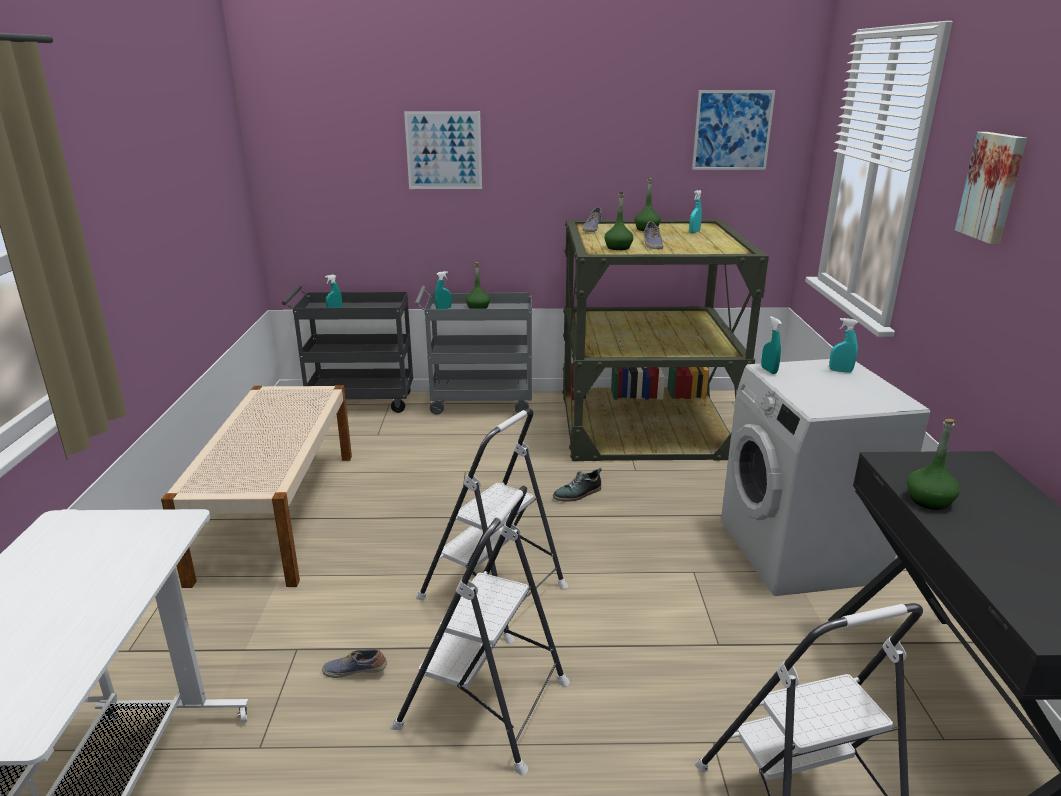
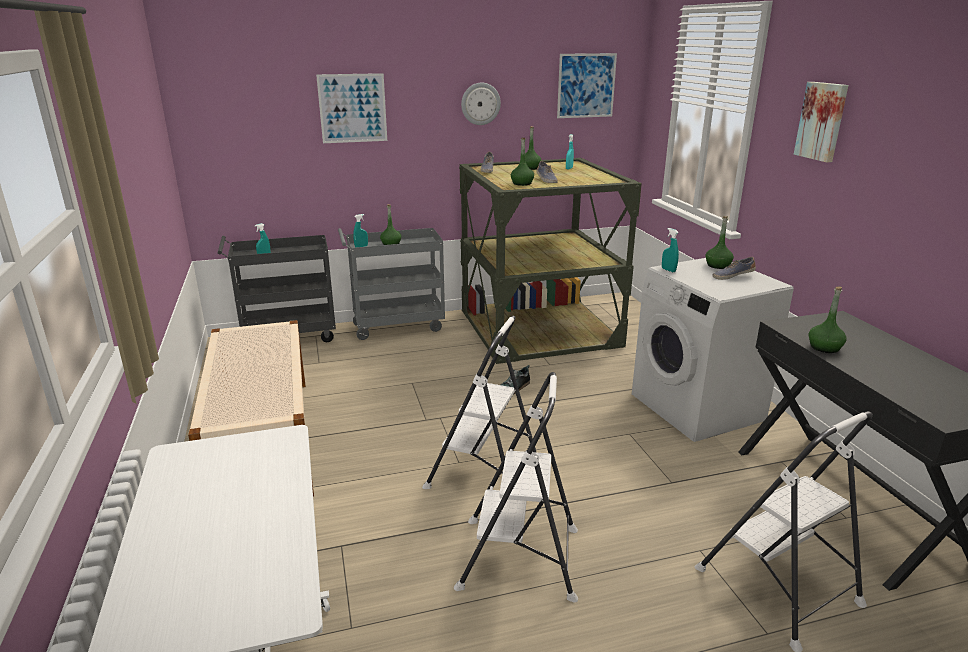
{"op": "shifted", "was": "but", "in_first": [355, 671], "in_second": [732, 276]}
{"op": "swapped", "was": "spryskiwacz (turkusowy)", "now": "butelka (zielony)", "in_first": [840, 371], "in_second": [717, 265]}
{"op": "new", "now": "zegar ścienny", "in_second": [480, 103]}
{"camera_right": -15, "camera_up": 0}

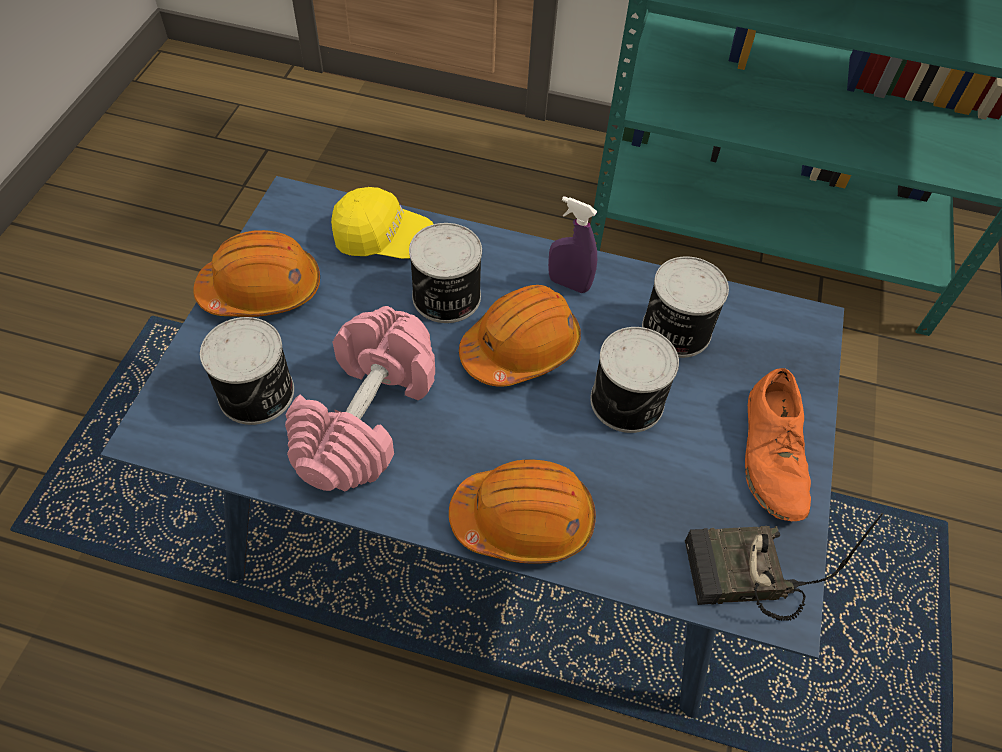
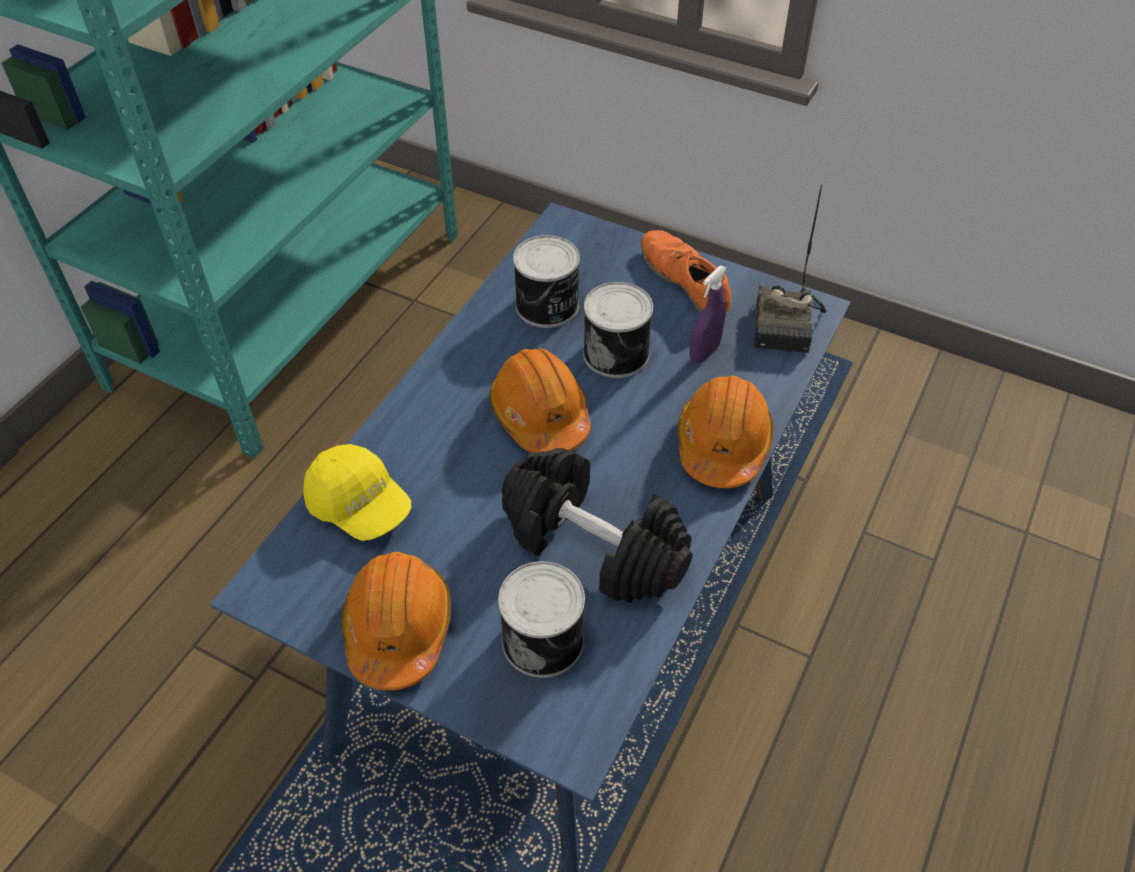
{"op": "repainted", "was": "hantel (różowy)", "now": "hantel (czarny)", "in_first": [365, 416], "in_second": [592, 546]}
{"op": "rotated", "was": "czapka z daszkiem (żółty)", "in_first": [383, 239], "in_second": [360, 506], "clockwise": 105}
{"op": "gone", "was": "puszka", "in_first": [446, 298]}
{"op": "shifted", "was": "spryskiwacz (fioletowy)", "in_first": [568, 284], "in_second": [704, 353]}
{"op": "rotated", "was": "but (pomarańczowy)", "in_first": [773, 455], "in_second": [685, 279], "clockwise": -135}
{"camera_right": -75, "camera_up": -5}

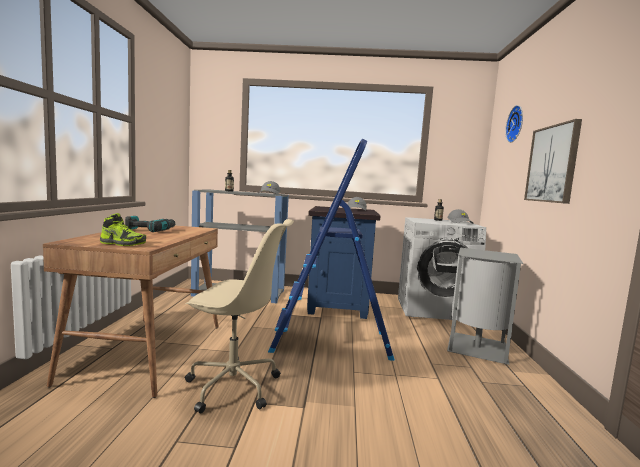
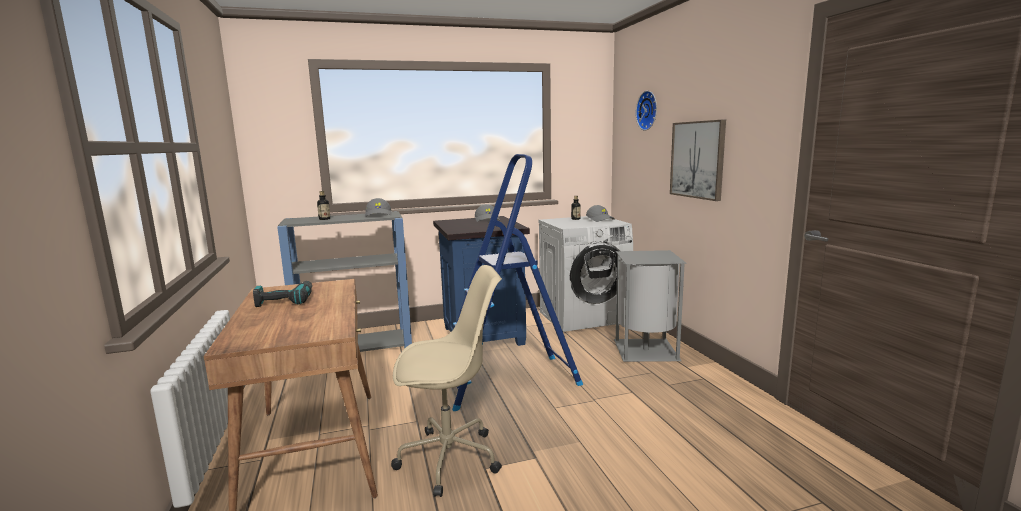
{"op": "gone", "was": "but", "in_first": [123, 244]}
{"camera_right": -20, "camera_up": 5}

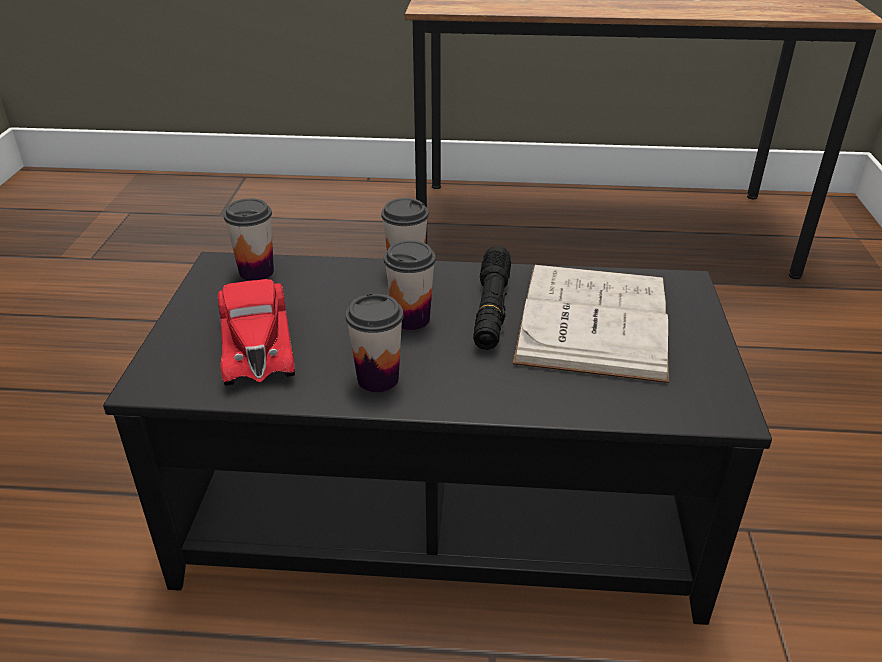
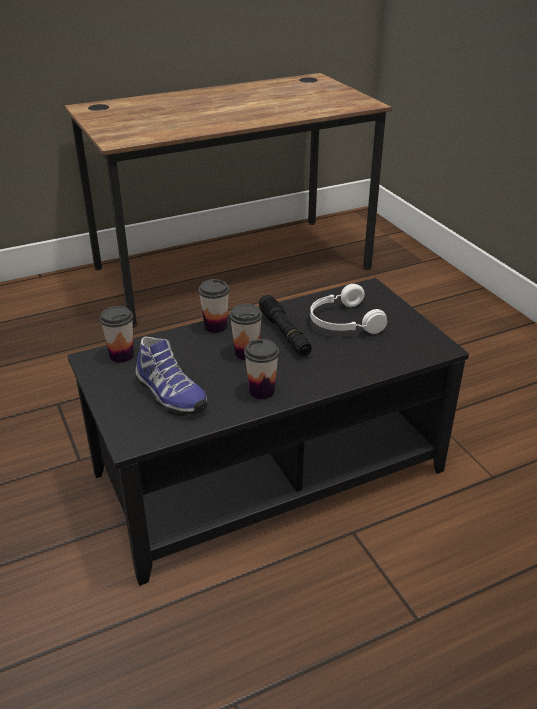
{"op": "swapped", "was": "samochodzik (czerwony)", "now": "but", "in_first": [256, 340], "in_second": [168, 395]}
{"op": "swapped", "was": "książka (biały)", "now": "słuchawki (biały)", "in_first": [593, 320], "in_second": [343, 322]}
{"camera_right": -30, "camera_up": 0}

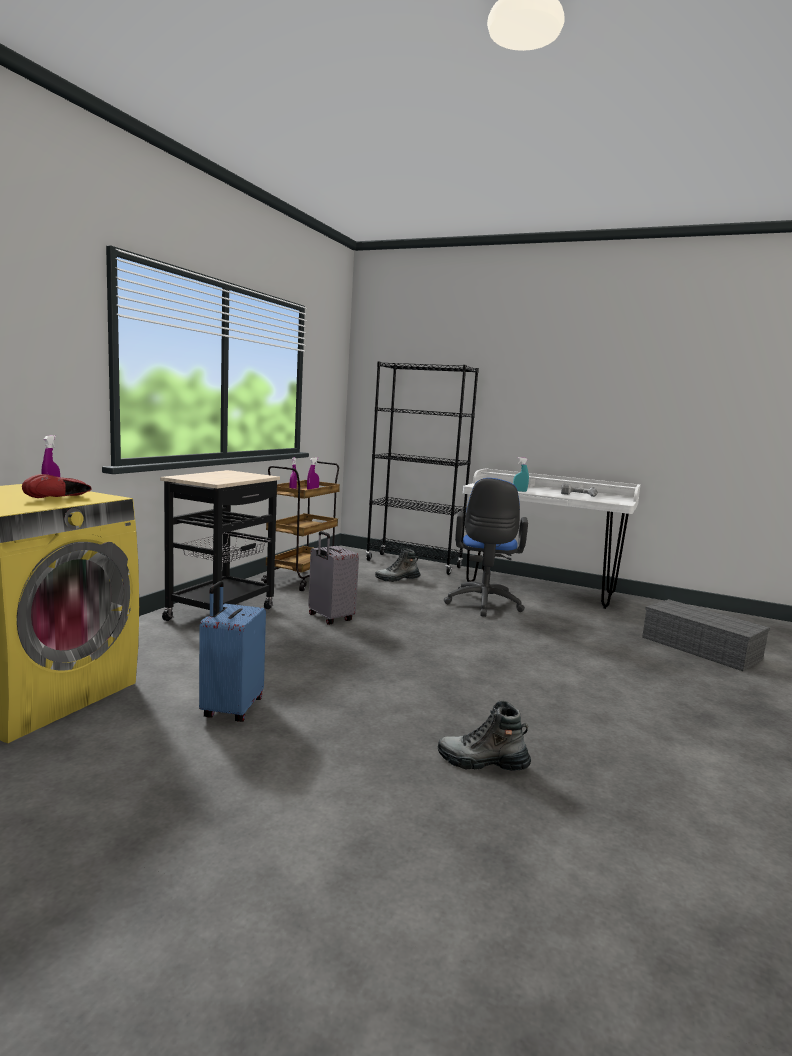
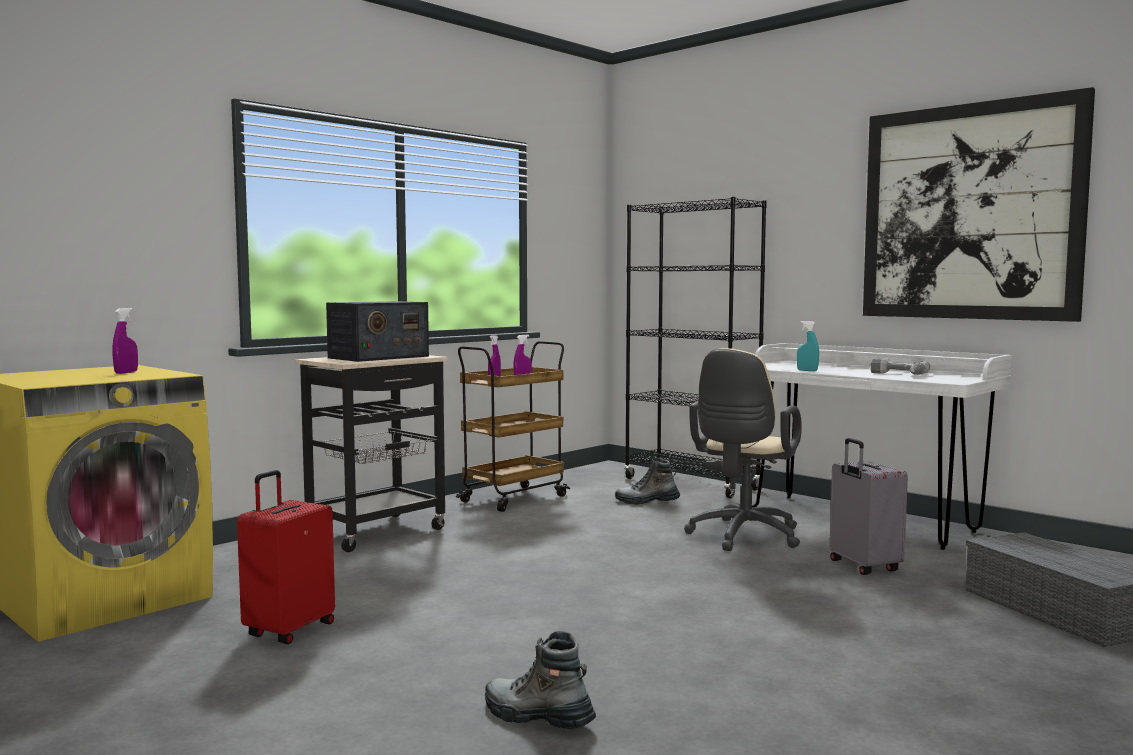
{"op": "gone", "was": "but (czerwony)", "in_first": [60, 499]}
{"op": "repainted", "was": "walizka (niebieski)", "now": "walizka (czerwony)", "in_first": [231, 709], "in_second": [288, 630]}
{"op": "shifted", "was": "walizka (szary)", "in_first": [329, 618], "in_second": [863, 566]}
{"op": "repainted", "was": "krzesło biurowe (niebieski)", "now": "krzesło biurowe (beżowy)", "in_first": [483, 605], "in_second": [742, 537]}
{"op": "new", "now": "radio", "in_second": [378, 357]}
{"op": "new", "now": "obraz", "in_second": [970, 212]}
{"camera_right": 20, "camera_up": -5}

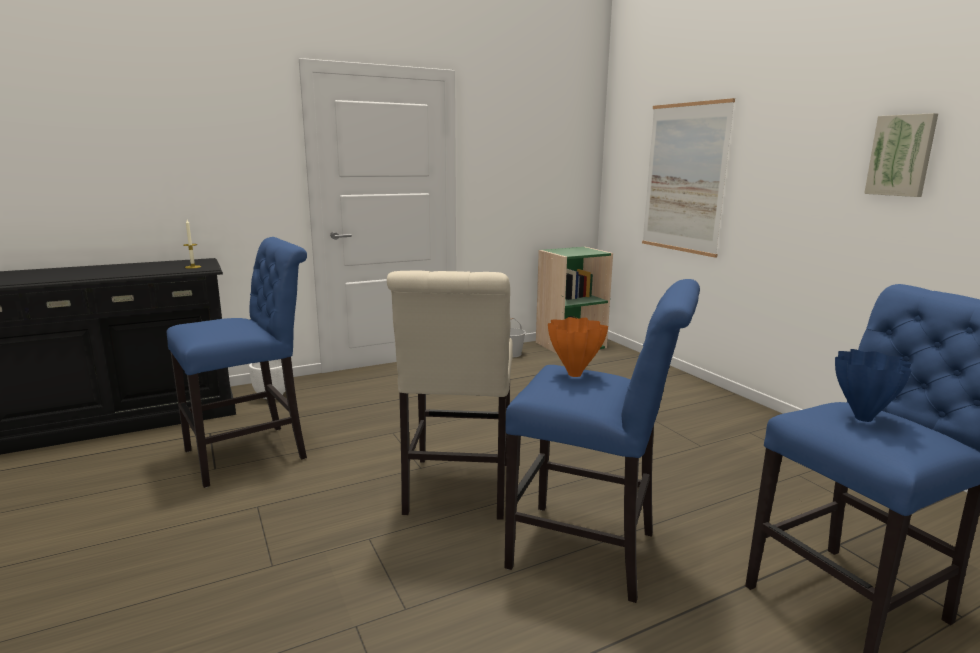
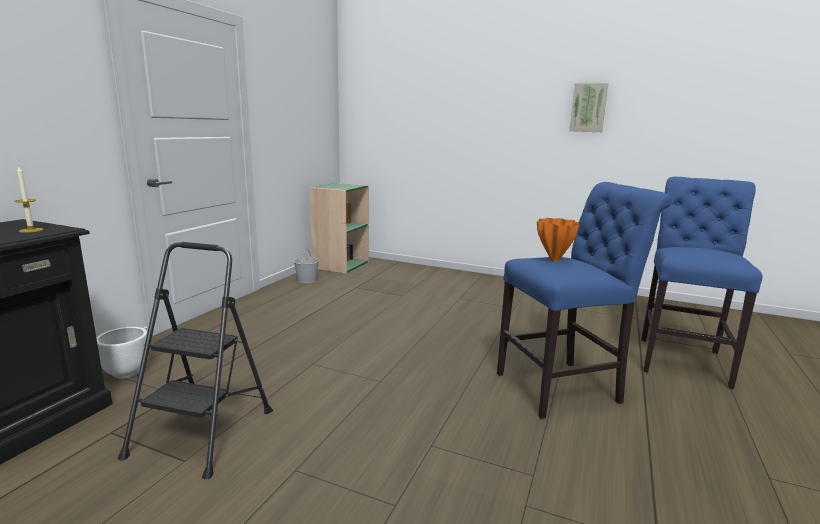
{"op": "swapped", "was": "stołek (niebieski)", "now": "drabinka (czarny)", "in_first": [253, 453], "in_second": [205, 430]}
{"op": "gone", "was": "stołek (beżowy)", "in_first": [456, 492]}
{"op": "gone", "was": "obraz", "in_first": [684, 178]}
{"op": "gone", "was": "wazon (niebieski)", "in_first": [862, 418]}
{"camera_right": -40, "camera_up": 0}

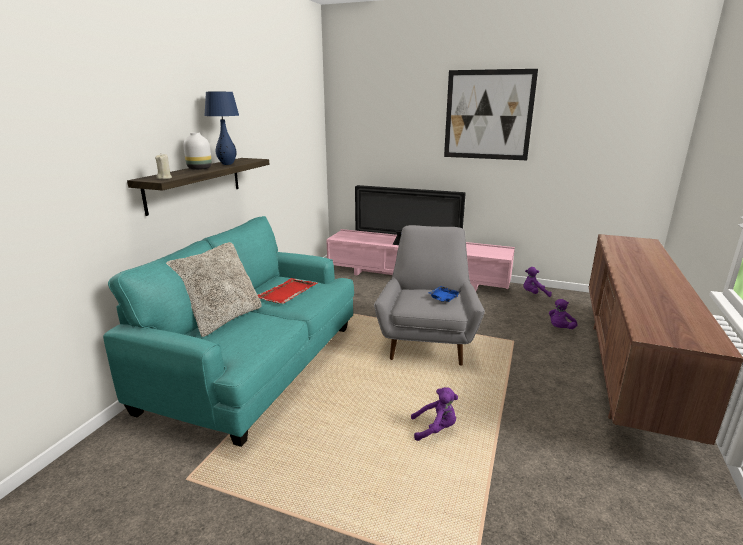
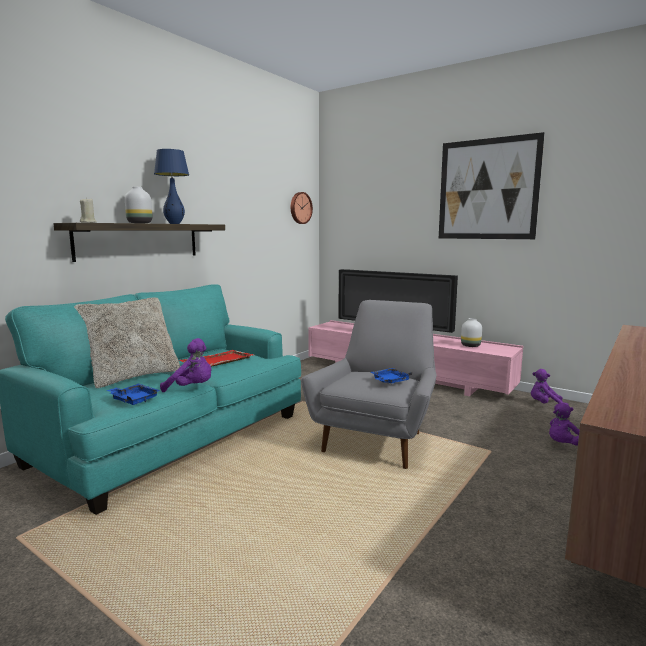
{"op": "shifted", "was": "pluszak (fioletowy)", "in_first": [435, 429], "in_second": [192, 388]}
{"op": "new", "now": "taca (niebieski)", "in_second": [134, 399]}
{"op": "new", "now": "zegar ścienny", "in_second": [300, 208]}
{"op": "new", "now": "wazon (biały)", "in_second": [470, 346]}
{"camera_right": 15, "camera_up": -10}

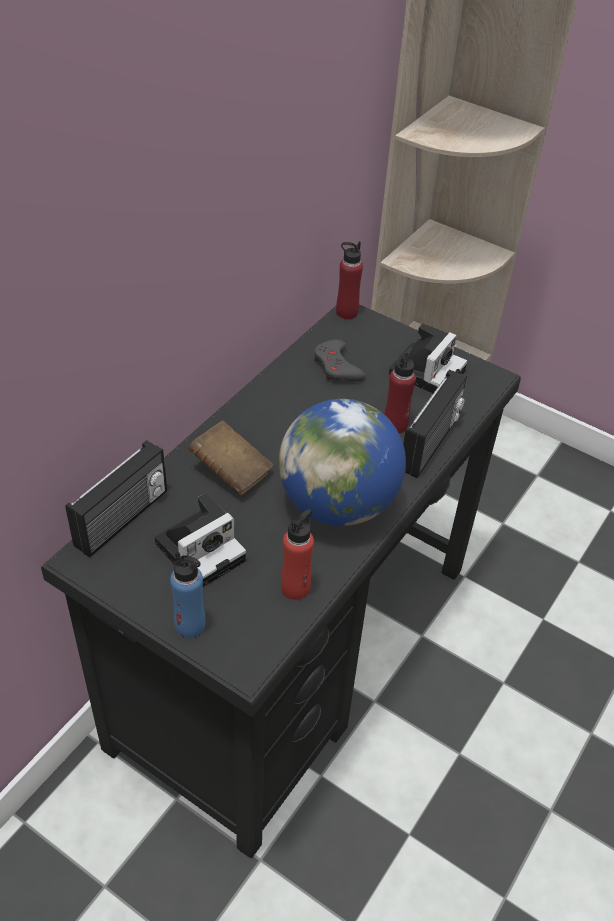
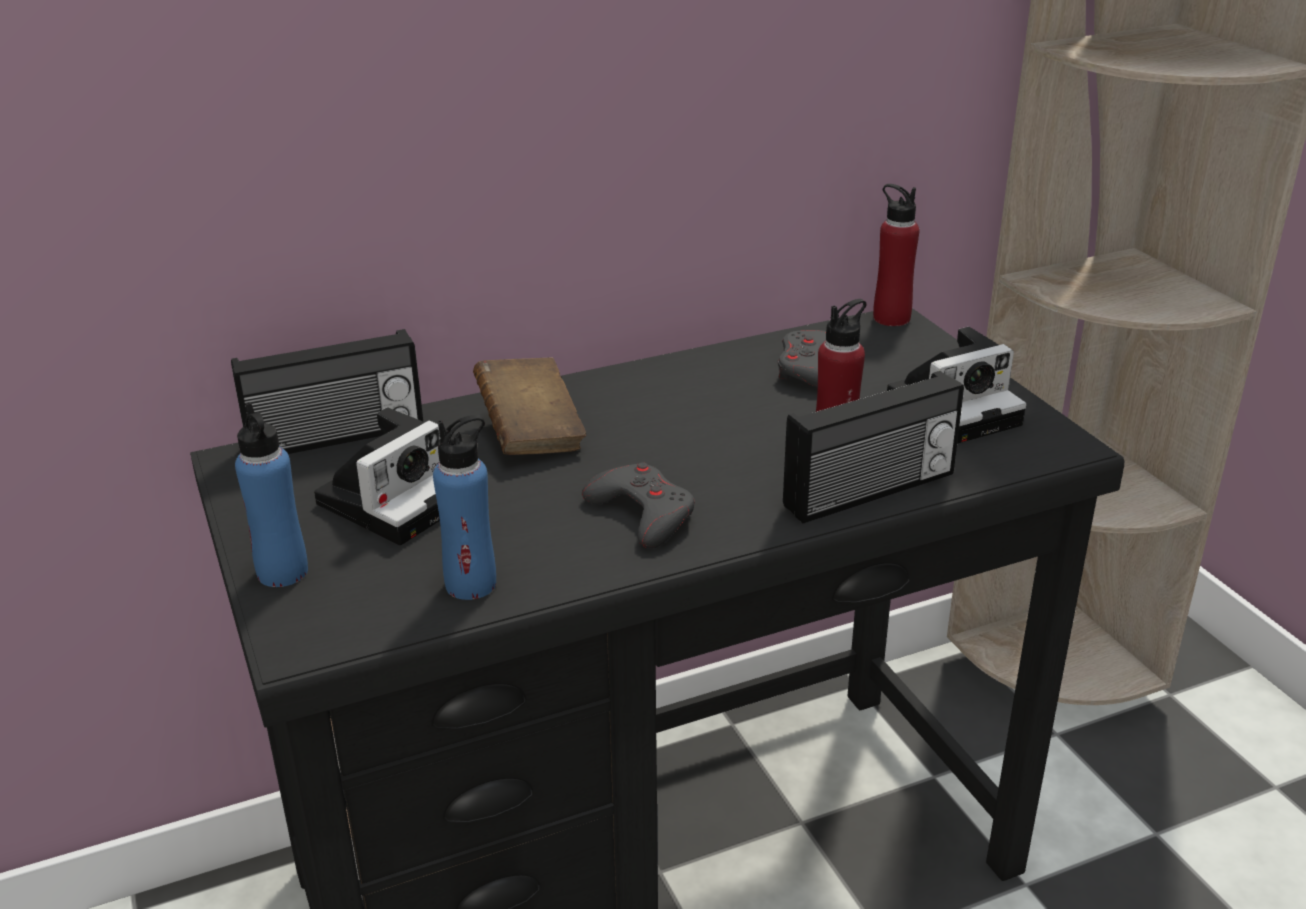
{"op": "rotated", "was": "aparat fotograficzny", "in_first": [202, 549], "in_second": [396, 499], "clockwise": -45}
{"op": "swapped", "was": "globus", "now": "pad do gier (szary)", "in_first": [337, 503], "in_second": [642, 513]}
{"op": "repainted", "was": "butelka (czerwony)", "now": "butelka (niebieski)", "in_first": [295, 587], "in_second": [471, 584]}
{"camera_right": 35, "camera_up": -15}

